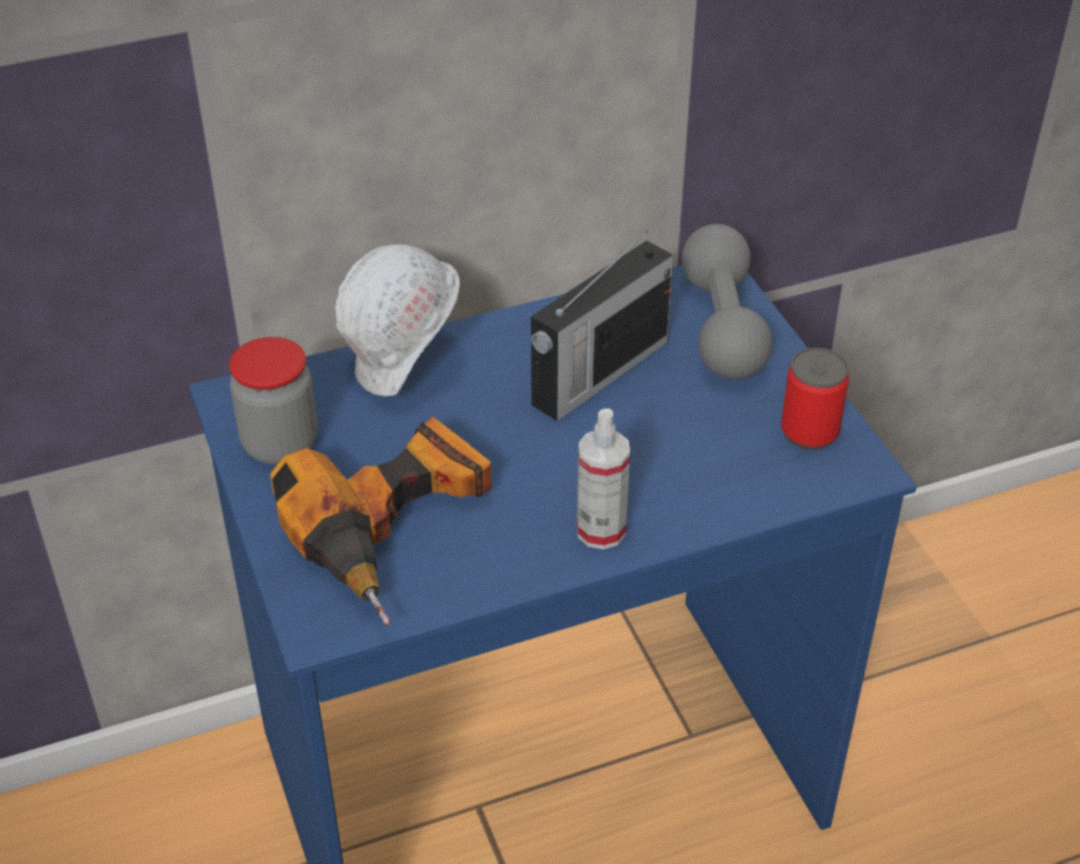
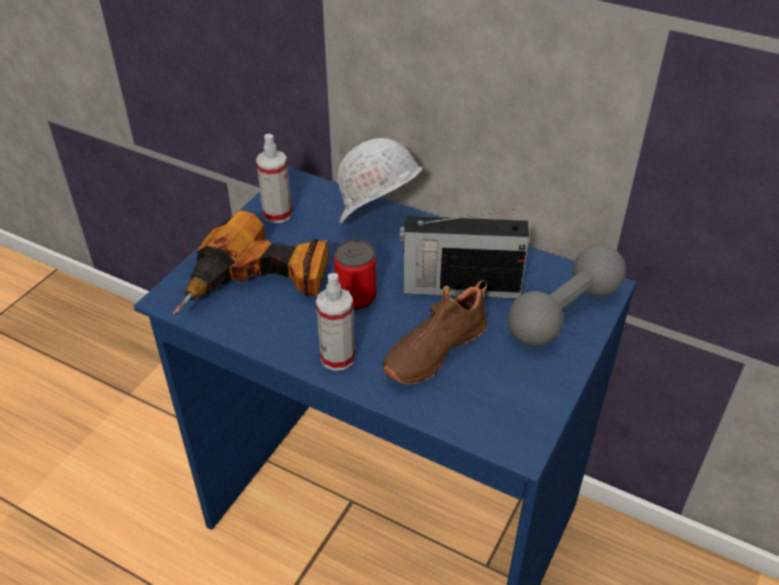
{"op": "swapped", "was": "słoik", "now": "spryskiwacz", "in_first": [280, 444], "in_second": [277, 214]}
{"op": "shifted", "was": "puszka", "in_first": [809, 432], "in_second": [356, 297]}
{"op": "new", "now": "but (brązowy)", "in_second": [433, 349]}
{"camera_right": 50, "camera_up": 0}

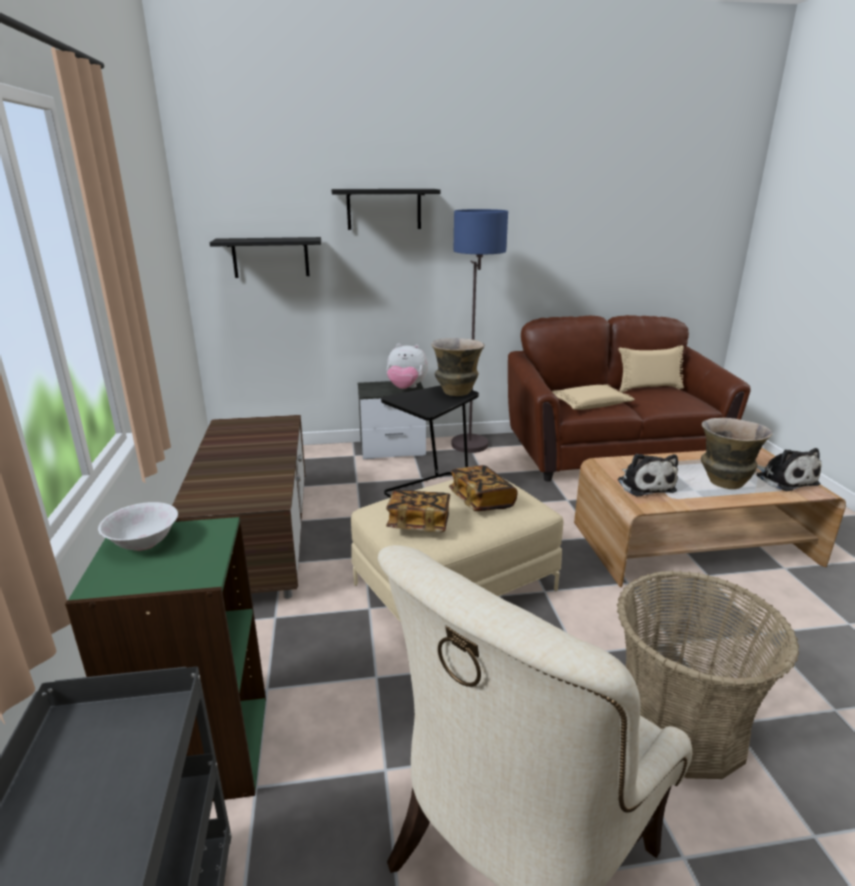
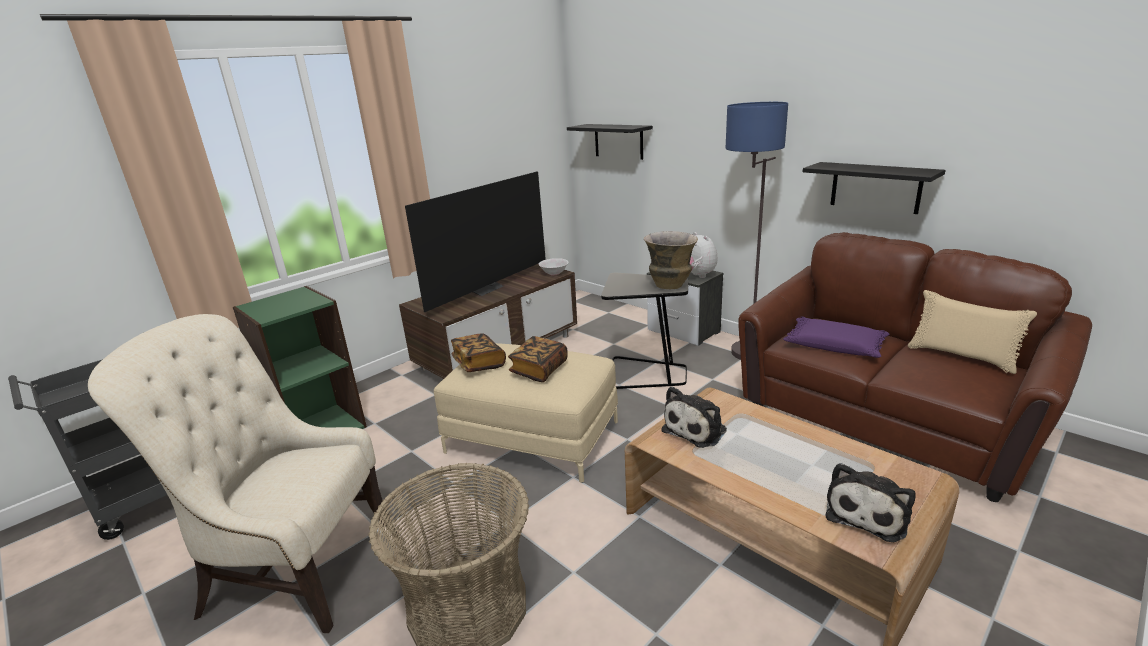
{"op": "shifted", "was": "miska (biały)", "in_first": [144, 543], "in_second": [554, 273]}
{"op": "shifted", "was": "półka (czarny)", "in_first": [384, 209], "in_second": [875, 187]}
{"op": "repainted", "was": "poduszka (beżowy)", "now": "poduszka (fioletowy)", "in_first": [590, 402], "in_second": [834, 343]}
{"op": "gone", "was": "wazon", "in_first": [723, 482]}
{"op": "new", "now": "telewizor", "in_second": [485, 289]}
{"camera_right": 55, "camera_up": 0}

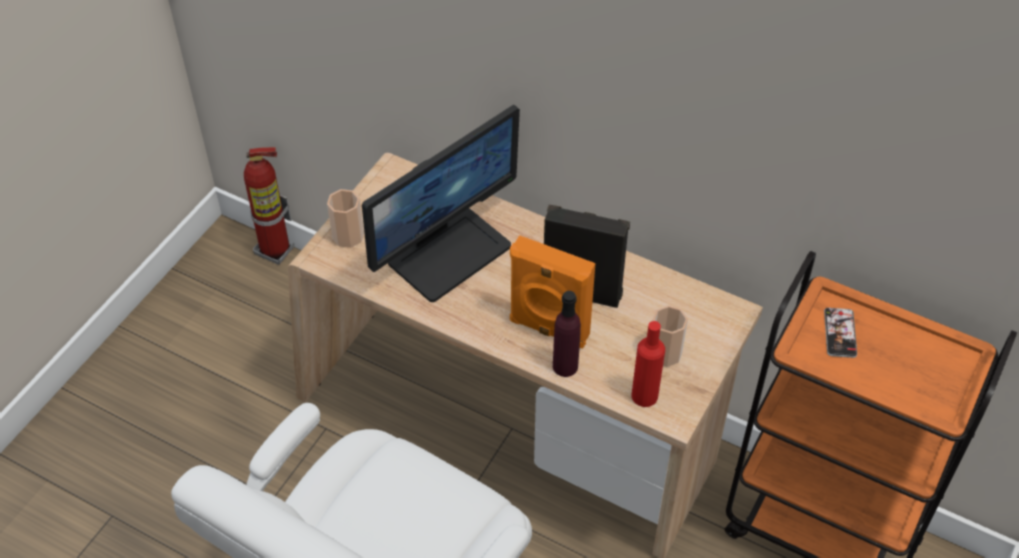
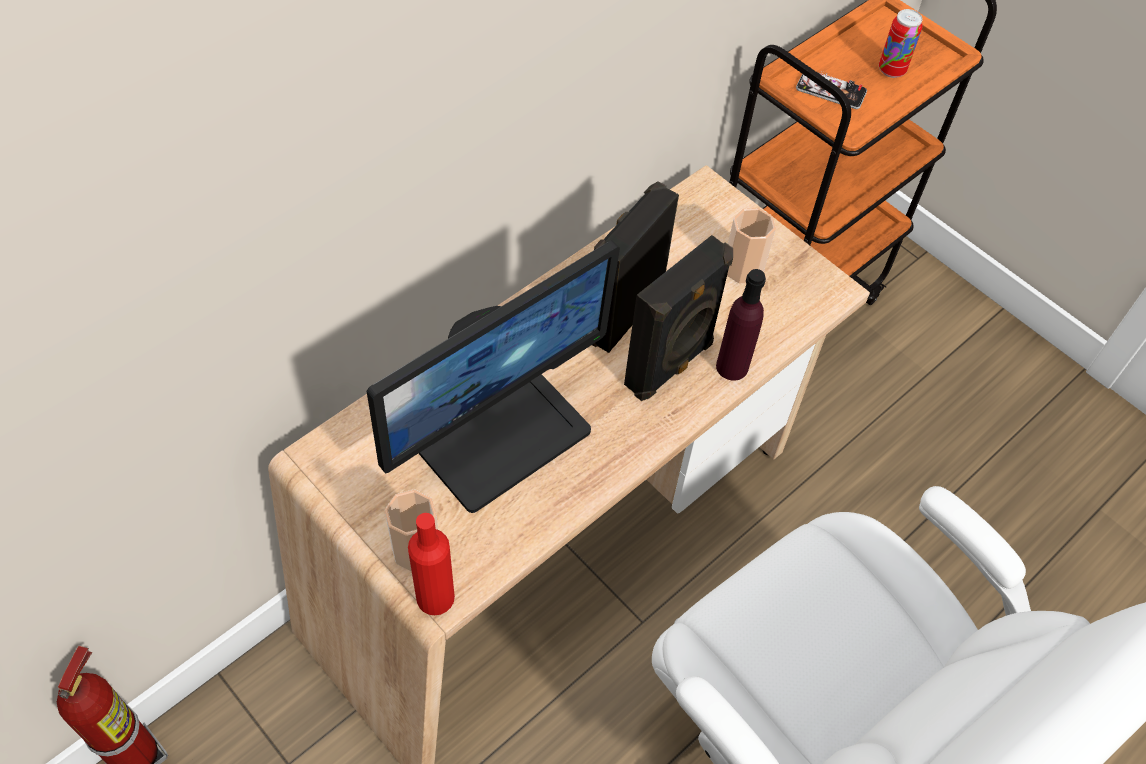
{"op": "rotated", "was": "monitor", "in_first": [448, 252], "in_second": [501, 434], "clockwise": 75}
{"op": "repainted", "was": "głośnik (pomarańczowy)", "now": "głośnik (czarny)", "in_first": [548, 329], "in_second": [671, 366]}
{"op": "shifted", "was": "butelka (czerwony)", "in_first": [644, 395], "in_second": [435, 597]}
{"op": "new", "now": "puszka", "in_second": [891, 70]}
{"camera_right": -75, "camera_up": 5}

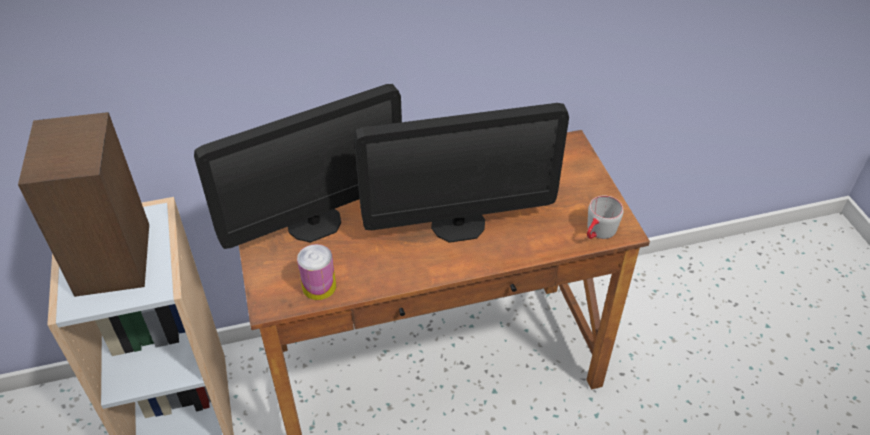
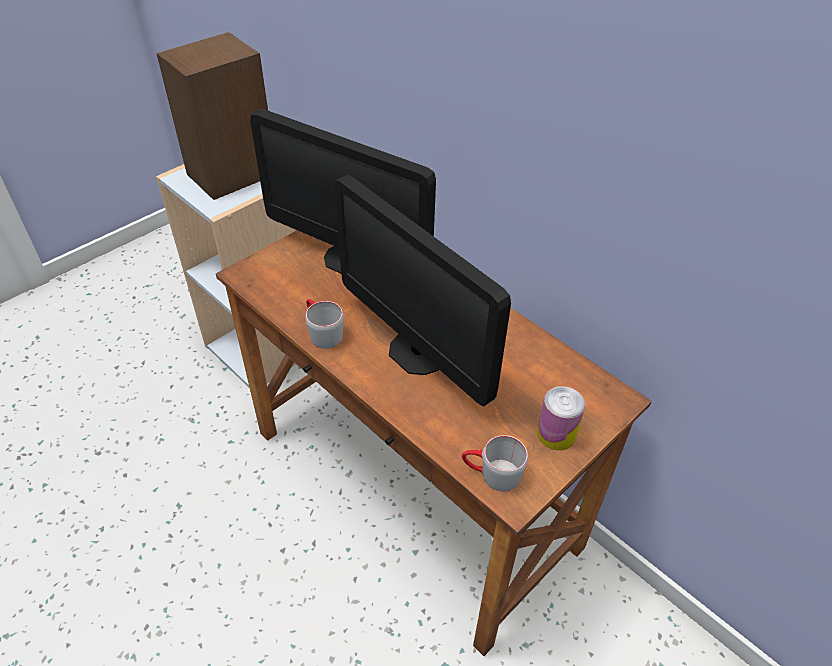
{"op": "shifted", "was": "puszka", "in_first": [319, 286], "in_second": [556, 434]}
{"op": "new", "now": "kubek (szary)", "in_second": [322, 332]}
{"camera_right": 60, "camera_up": 0}

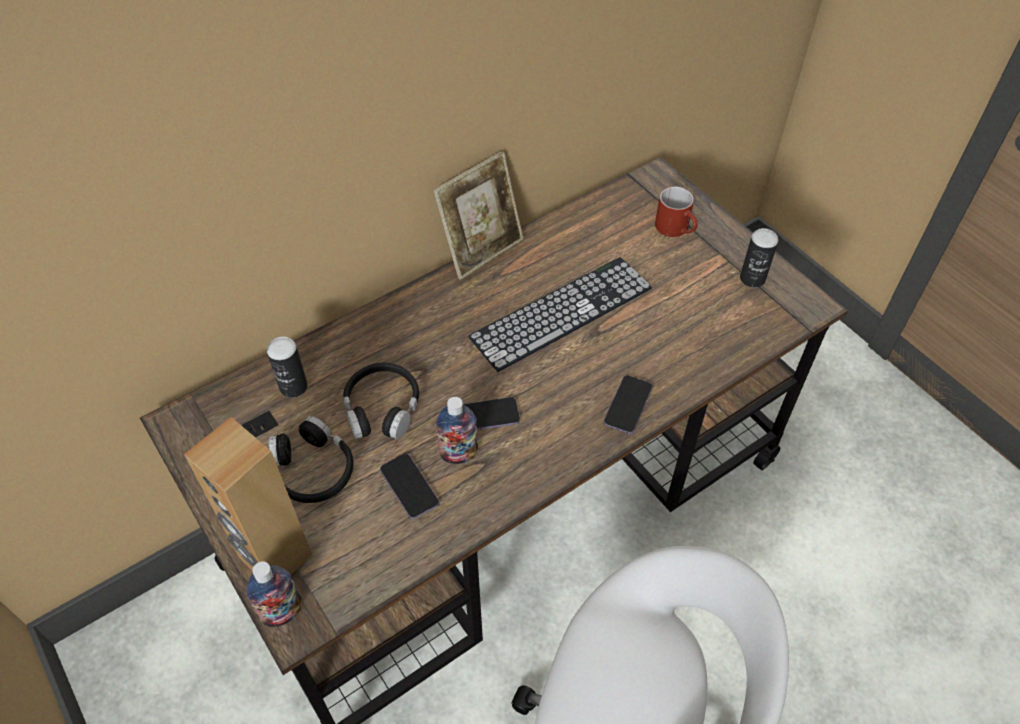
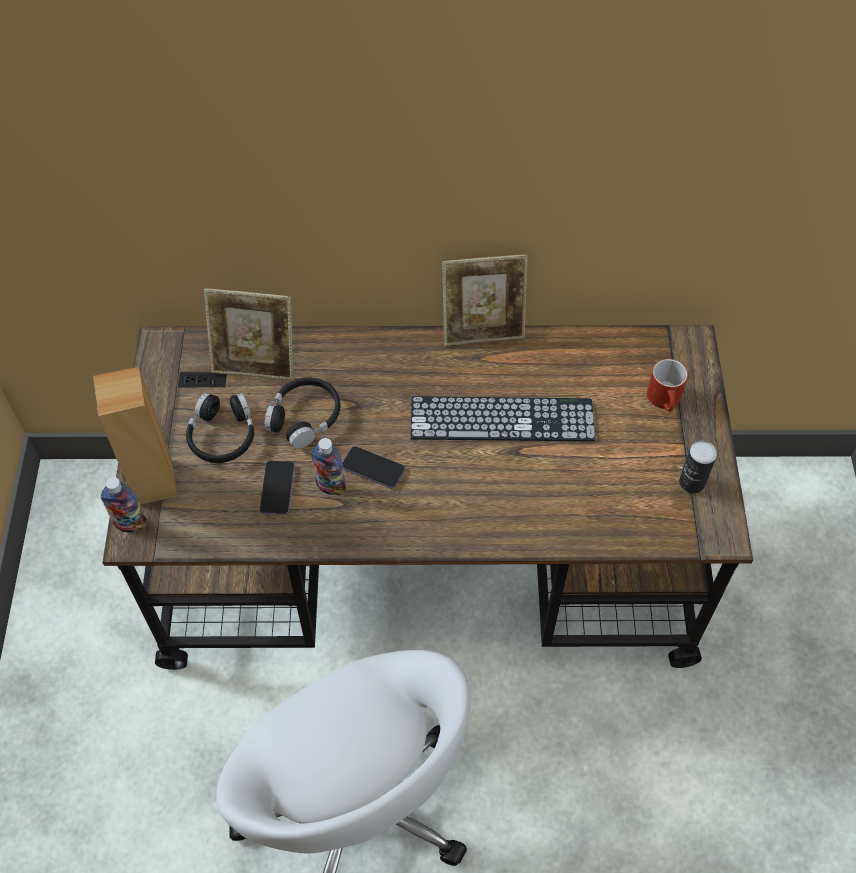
{"op": "swapped", "was": "puszka", "now": "ramka na zdjęcie", "in_first": [293, 387], "in_second": [256, 363]}
{"op": "gone", "was": "telefon", "in_first": [628, 405]}
{"camera_right": 35, "camera_up": 5}

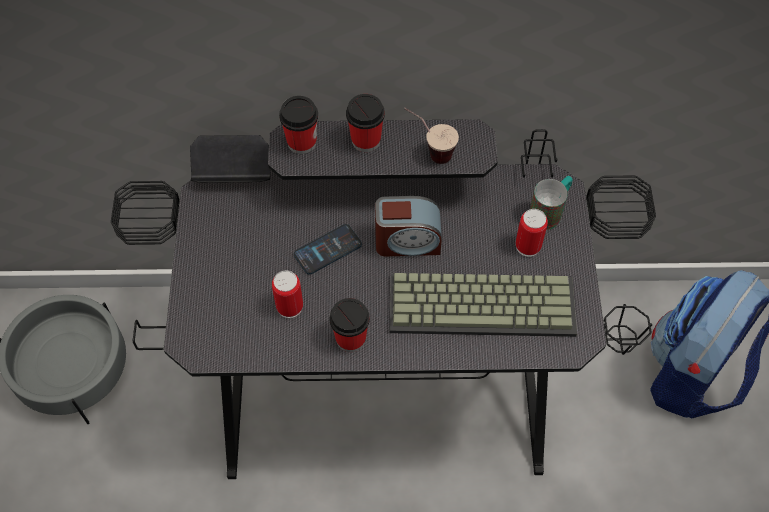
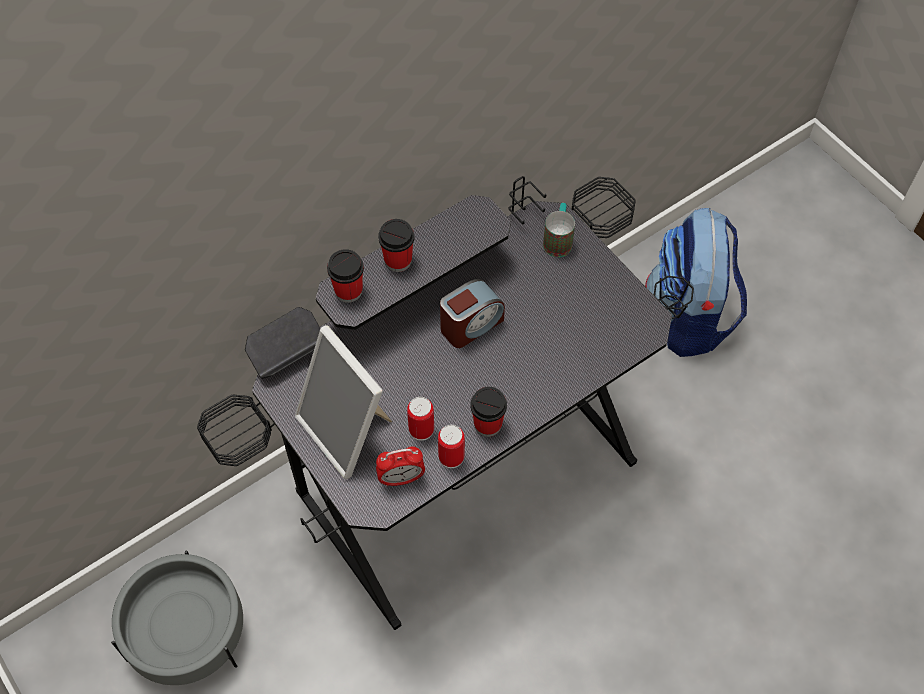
{"op": "gone", "was": "telefon", "in_first": [328, 250]}
{"op": "gone", "was": "klawiatura", "in_first": [483, 302]}
{"op": "gone", "was": "filiżanka", "in_first": [429, 151]}
{"op": "shifted", "was": "puszka", "in_first": [528, 246], "in_second": [451, 457]}
{"op": "new", "now": "ramka na zdjęcie", "in_second": [348, 430]}
{"op": "new", "now": "budzik", "in_second": [401, 478]}
{"camera_right": -35, "camera_up": 0}

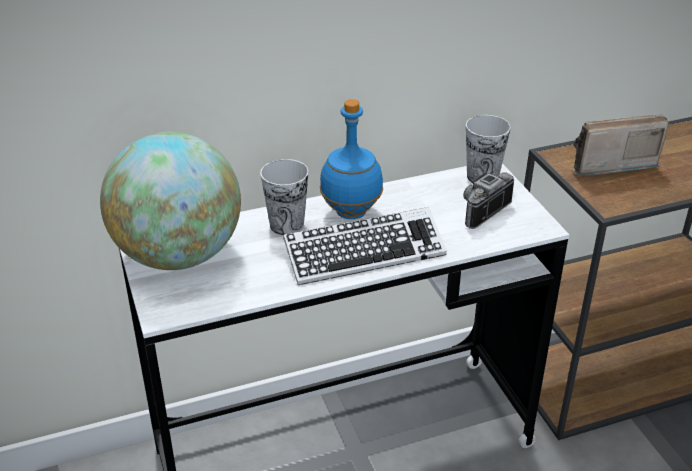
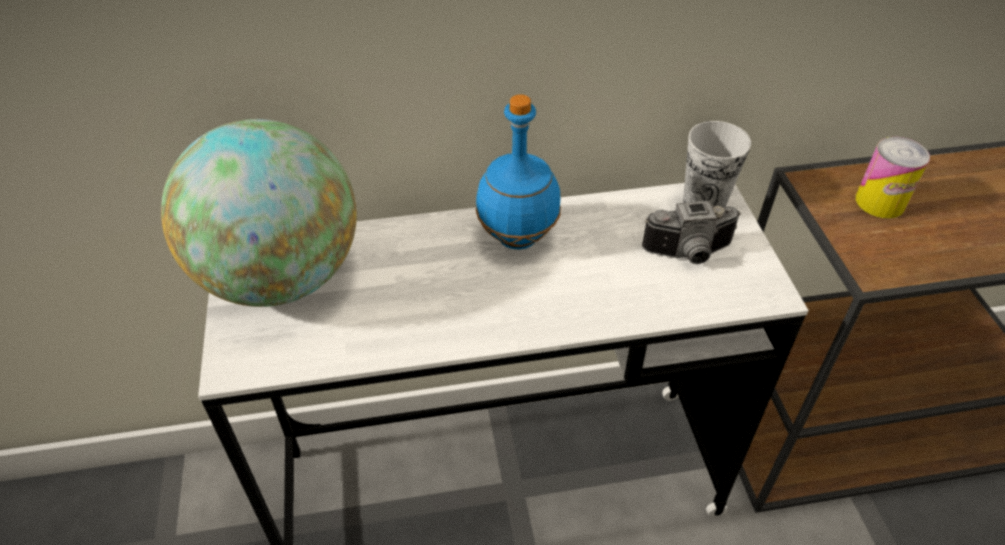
{"op": "gone", "was": "filiżanka", "in_first": [287, 225]}
{"op": "gone", "was": "klawiatura", "in_first": [364, 253]}
{"op": "rotated", "was": "aparat fotograficzny", "in_first": [479, 210], "in_second": [690, 254], "clockwise": -150}
{"op": "swapped", "was": "radio", "now": "puszka", "in_first": [607, 163], "in_second": [880, 202]}
{"camera_right": 10, "camera_up": 10}

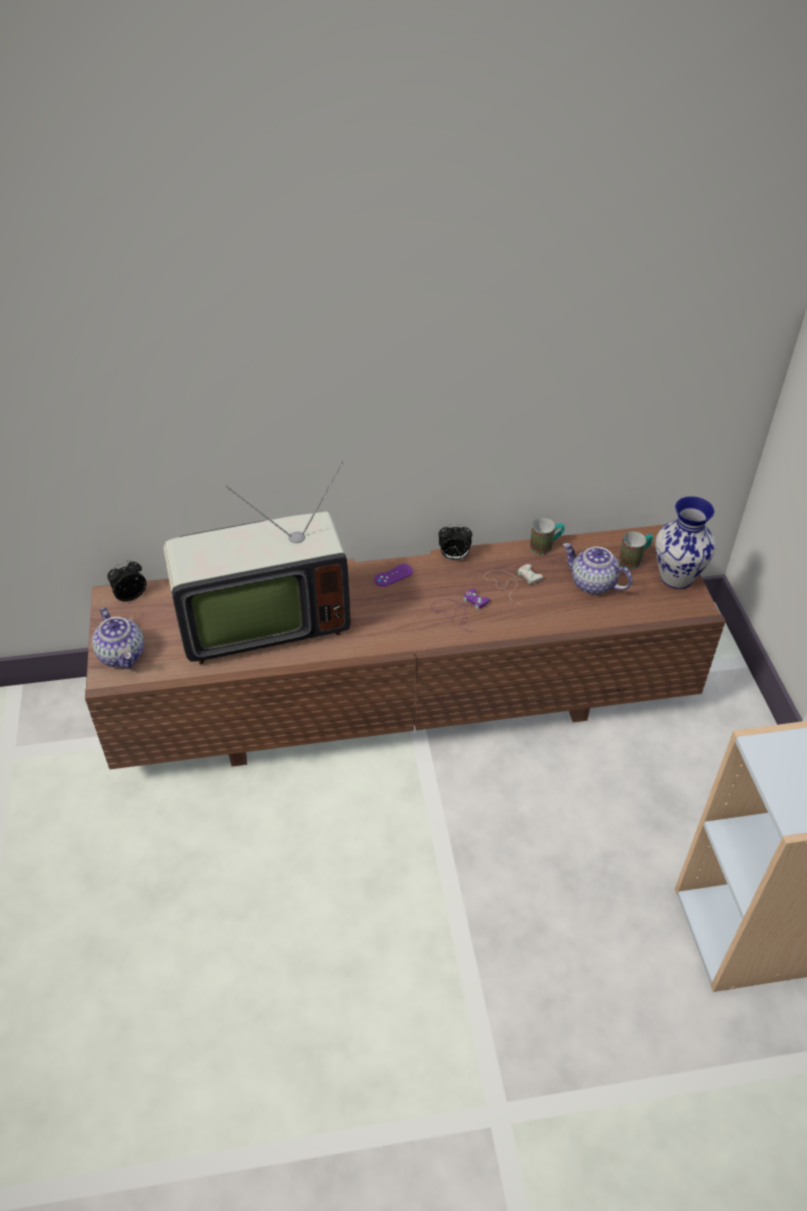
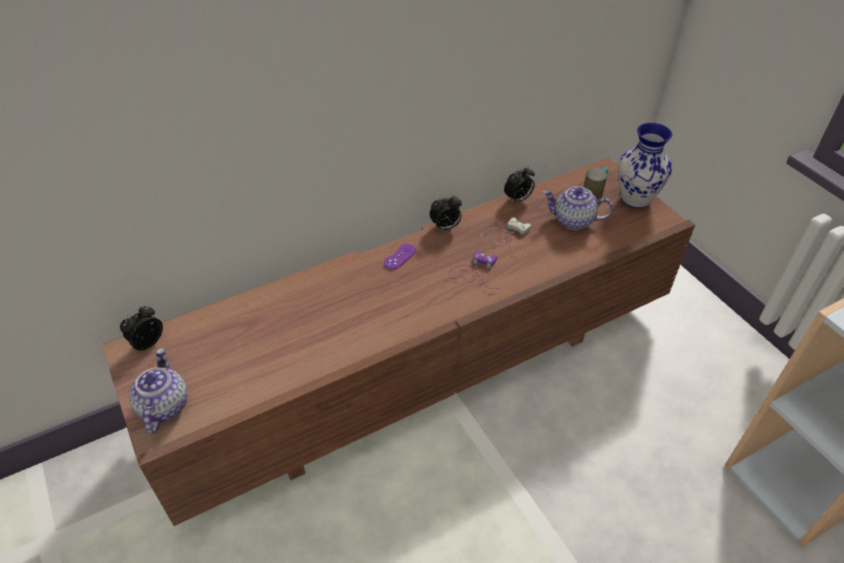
{"op": "rotated", "was": "imbryk", "in_first": [123, 655], "in_second": [163, 406], "clockwise": -135}
{"op": "gone", "was": "telewizor", "in_first": [260, 622]}
{"op": "swapped", "was": "kubek", "now": "budzik", "in_first": [546, 546], "in_second": [518, 199]}
{"camera_right": -20, "camera_up": 0}

